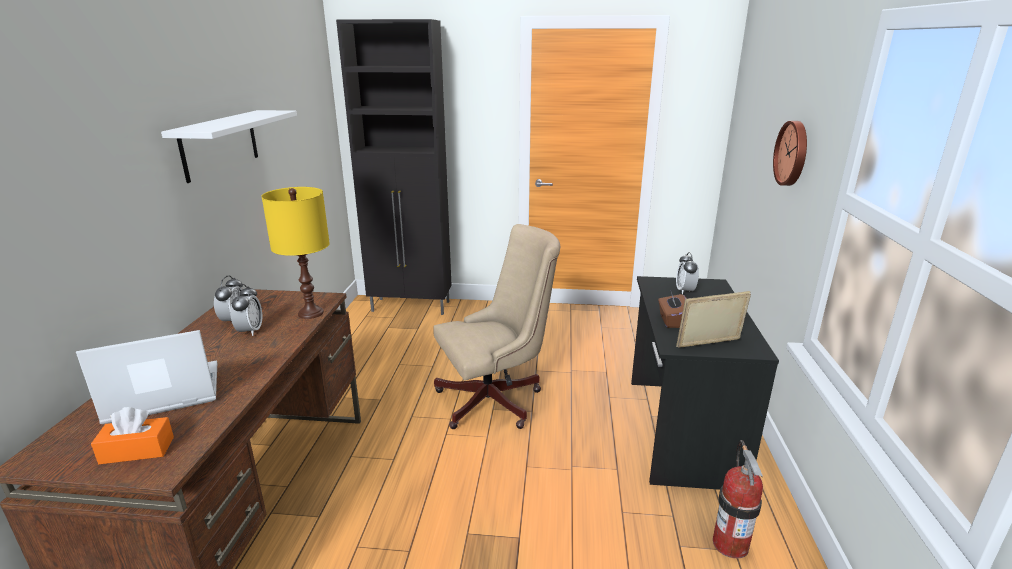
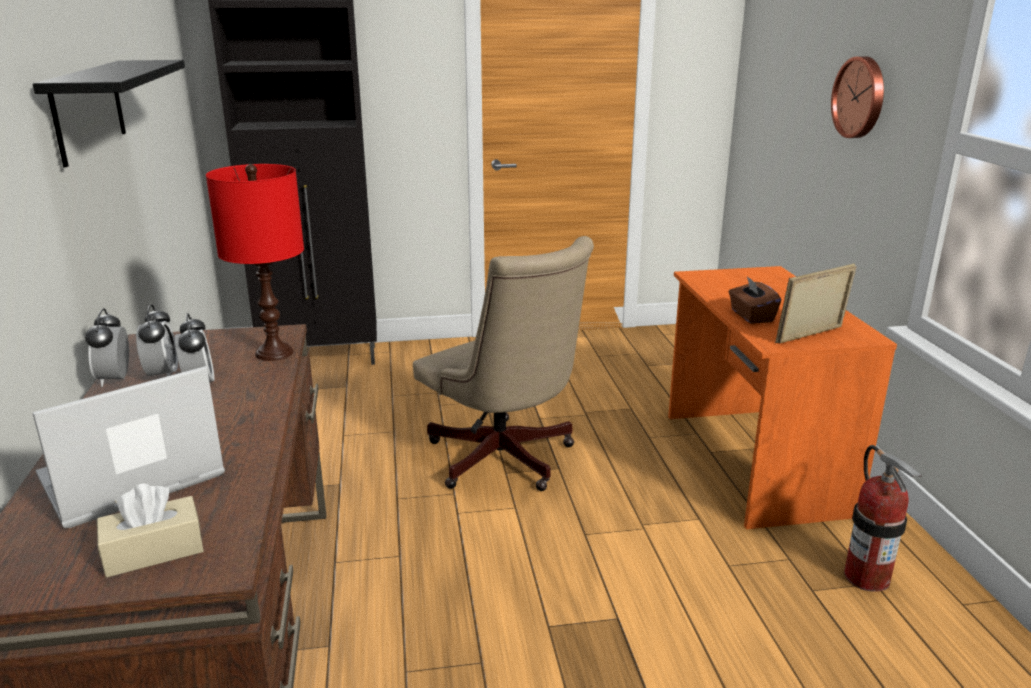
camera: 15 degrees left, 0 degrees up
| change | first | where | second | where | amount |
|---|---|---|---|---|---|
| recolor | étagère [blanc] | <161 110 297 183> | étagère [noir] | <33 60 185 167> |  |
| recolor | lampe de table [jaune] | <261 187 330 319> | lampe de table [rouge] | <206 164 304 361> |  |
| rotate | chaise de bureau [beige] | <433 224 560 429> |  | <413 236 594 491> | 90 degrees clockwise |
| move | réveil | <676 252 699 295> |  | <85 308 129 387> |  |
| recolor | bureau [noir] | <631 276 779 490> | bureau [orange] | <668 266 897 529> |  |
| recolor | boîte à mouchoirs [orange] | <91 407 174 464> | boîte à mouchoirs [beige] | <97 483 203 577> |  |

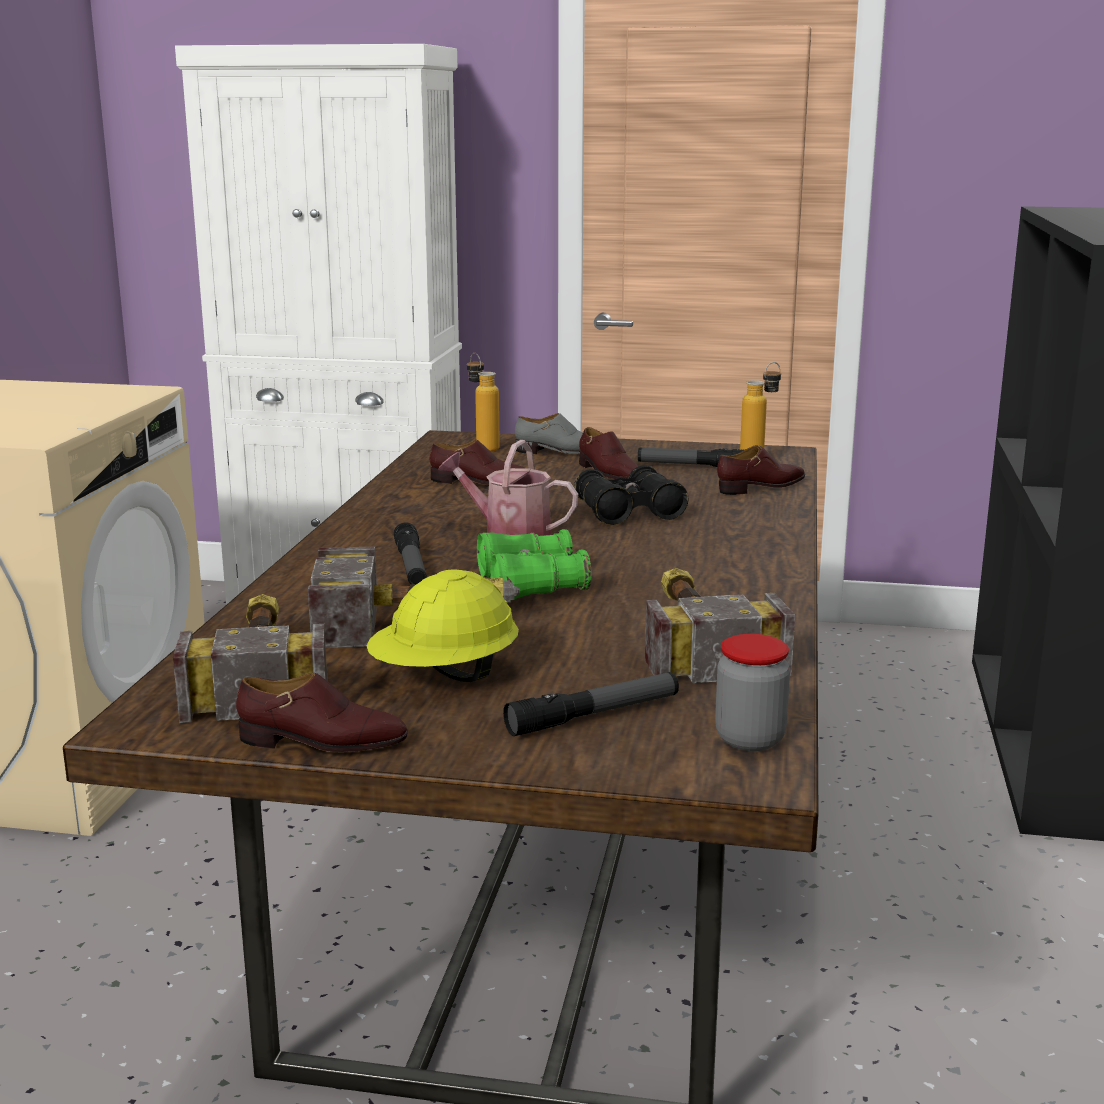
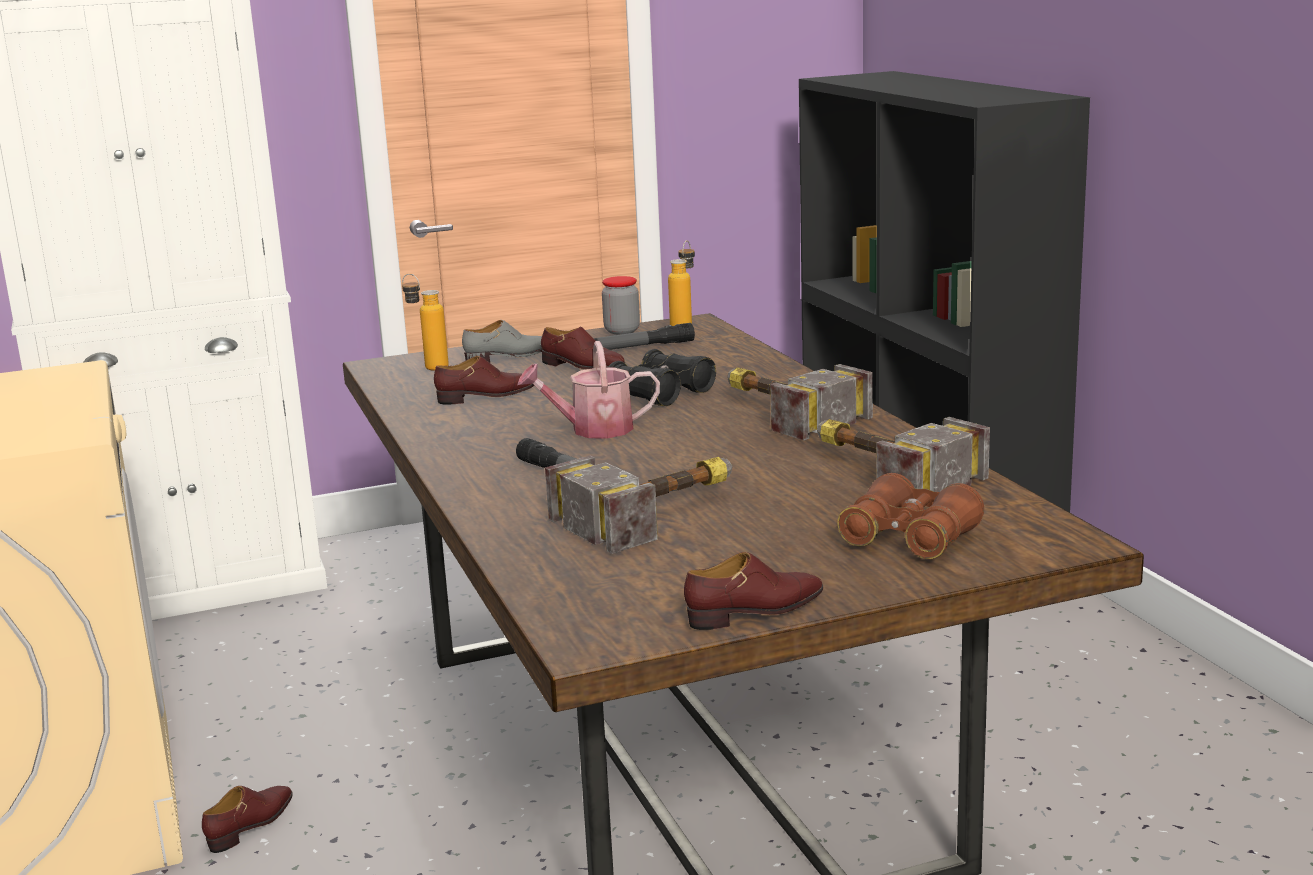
camera: 30 degrees left, 0 degrees up
| change | first | where | second | where | amount |
|---|---|---|---|---|---|
| move | chaussure [marron] | <717 445 805 495> |  | <202 786 292 853> |  |
| delete | jumelles [vert] | <477 529 592 599> |  |  |  |
| delete | casque de chantier [jaune] | <367 570 519 682> |  |  |  |
| move | marteau | <173 594 328 723> |  | <727 364 873 440> |  |
| move | bocal | <715 634 790 751> |  | <602 276 640 334> |  |
| replace | lampe de poche | <503 672 679 736> | jumelles [marron] | <837 473 984 559> |  |

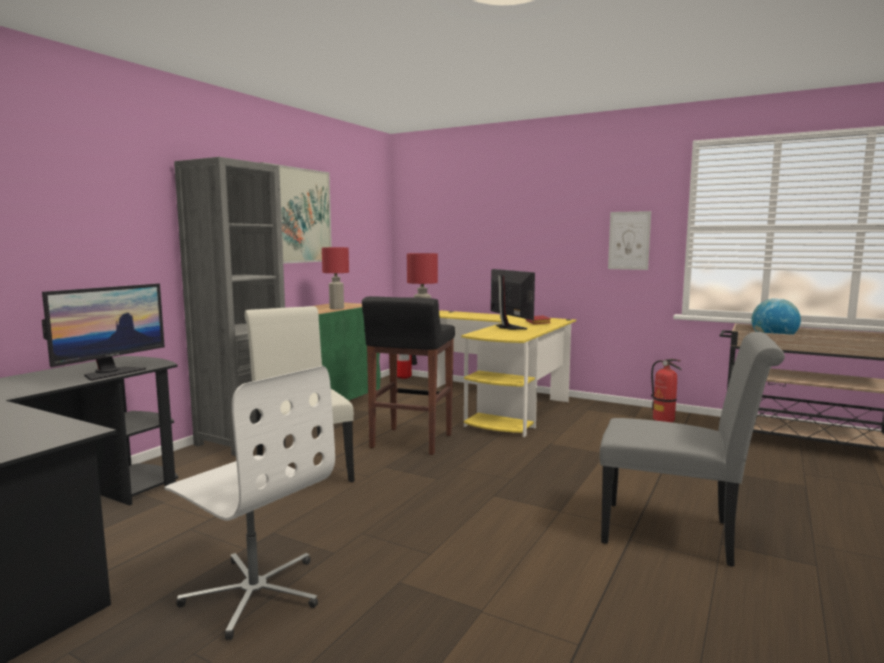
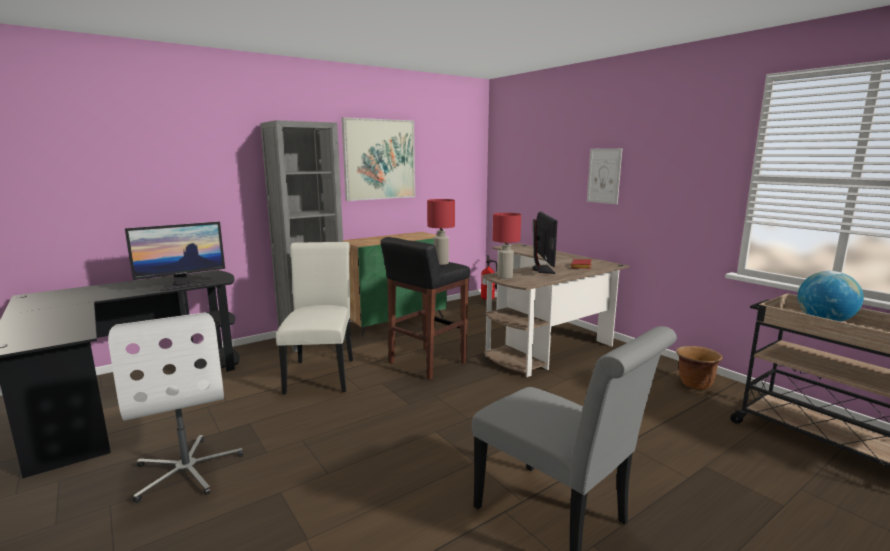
camera: 25 degrees right, 5 degrees up
| change | first | where | second | where | amount |
|---|---|---|---|---|---|
| move | tableau | <608 211 651 270> |  | <587 148 622 204> |  |
| move | lampe de table [rouge] | <322 247 349 309> |  | <493 213 521 279> |  |
| recolor | bureau [jaune] | <437 311 576 437> | bureau [marron] | <483 243 630 377> |  |
| replace | extincteur | <651 359 682 422> | cache-pot [marron] | <676 346 723 390> |  |

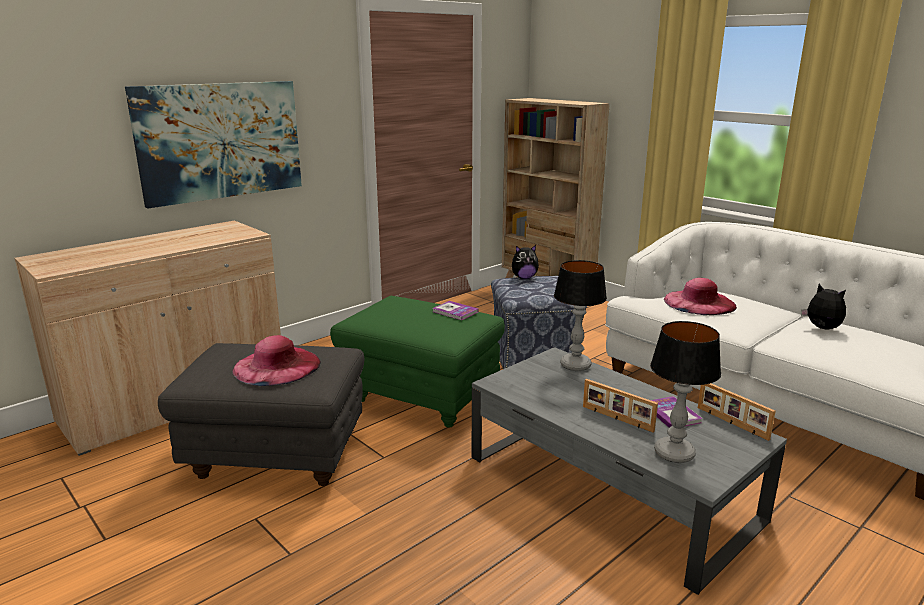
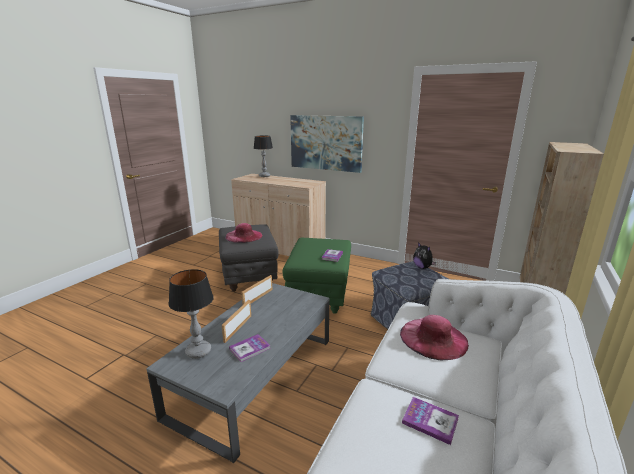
camera: 70 degrees right, 0 degrees up
| change | first | where | second | where | amount |
|---|---|---|---|---|---|
| move | lampe de table | <554 260 607 371> |  | <254 136 273 177> |  |
| replace | peluche | <801 284 846 329> | livre | <402 397 459 445> |  |
| move | cadre photo | <698 383 776 441> |  | <241 275 273 305> |  |

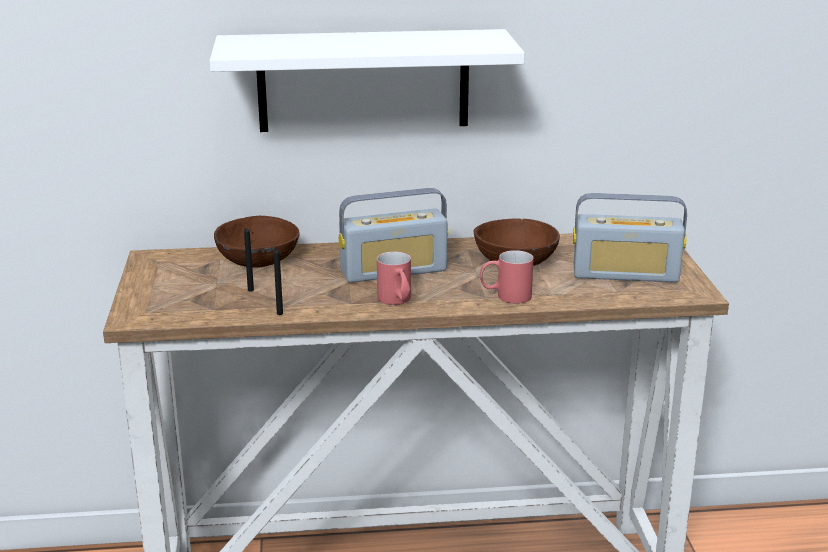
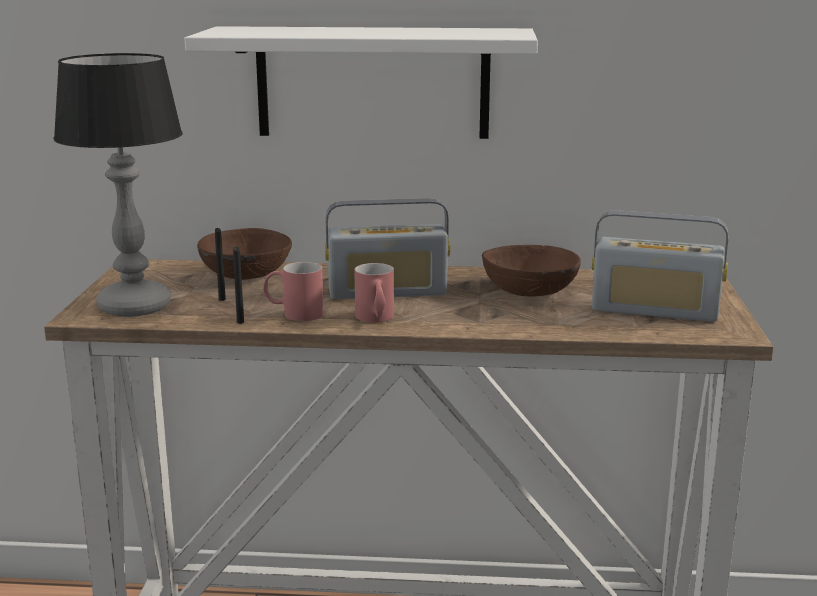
camera: 10 degrees right, 5 degrees down
| change | first | where | second | where | amount |
|---|---|---|---|---|---|
| move | mug [rouge] | <480 250 534 304> |  | <263 262 324 321> |  |
| insert |  |  | lampe de table | <54 53 183 317> |  |

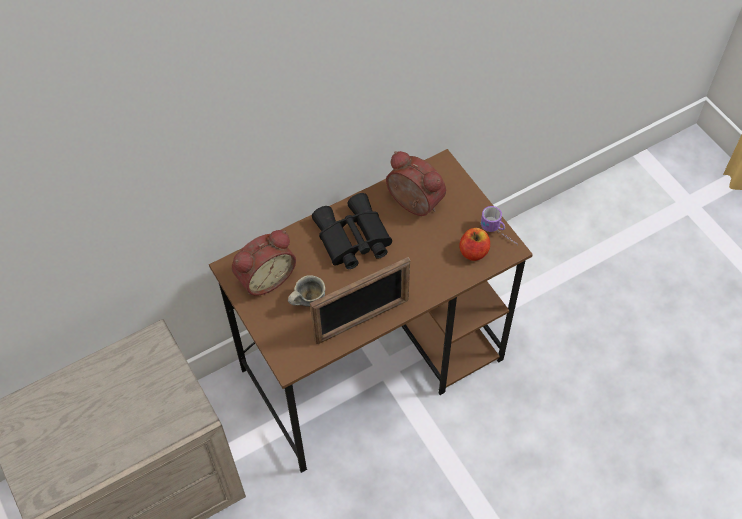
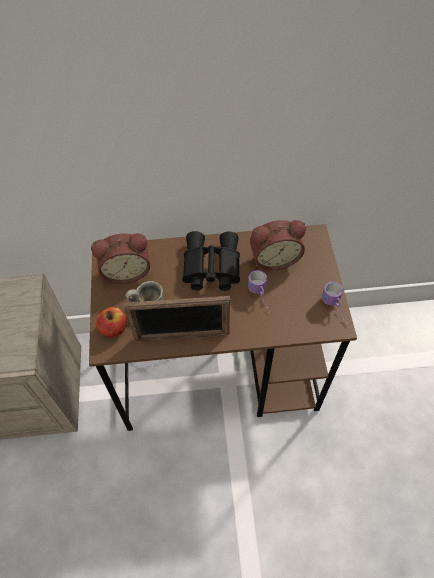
camera: 25 degrees right, 0 degrees up
| change | first | where | second | where | amount |
|---|---|---|---|---|---|
| rotate | réveil | <386 151 446 216> |  | <250 220 306 270> | 105 degrees clockwise |
| move | pomme | <459 228 490 261> |  | <96 307 127 337> |  |
| insert |  |  | mug | <248 270 270 313> |  |

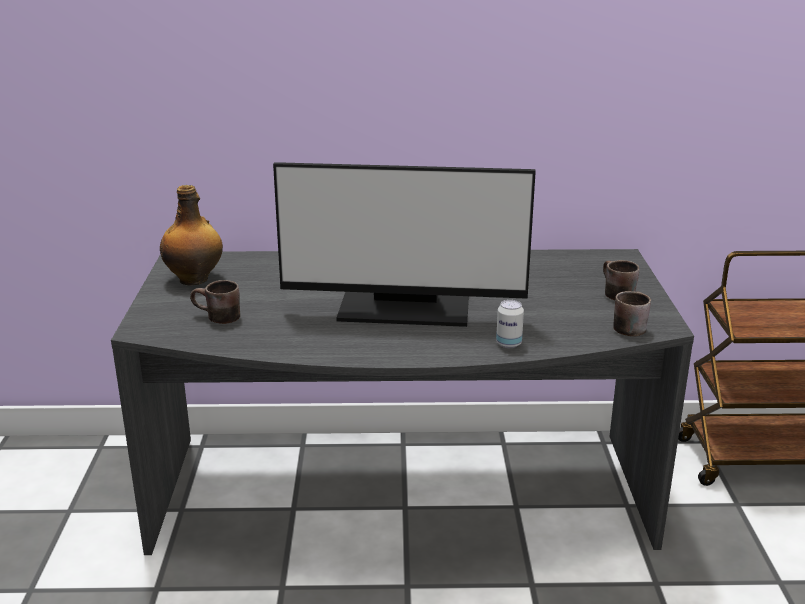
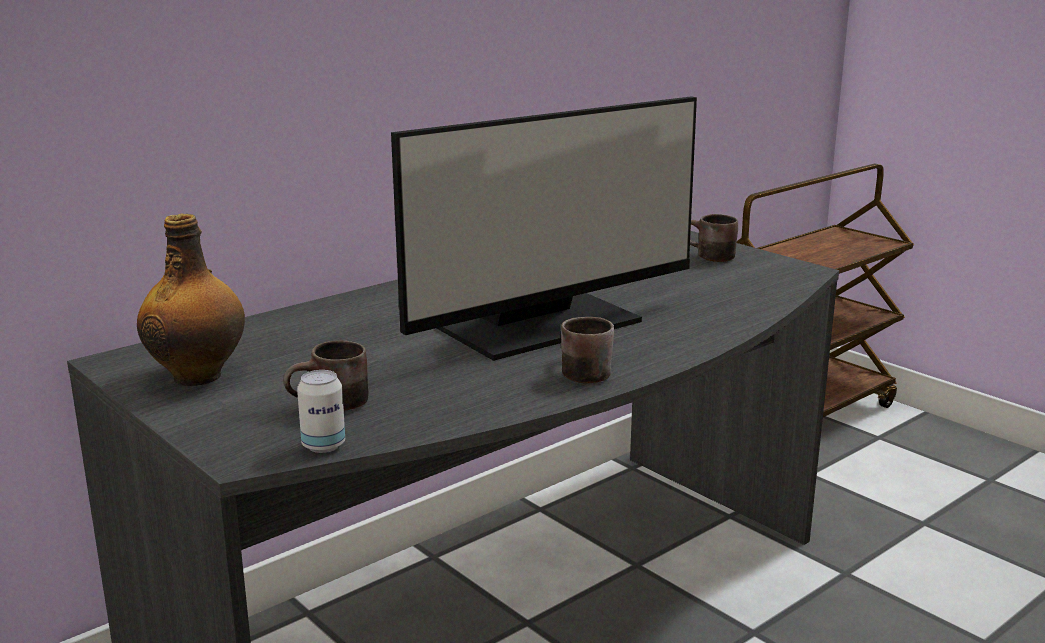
camera: 40 degrees left, 5 degrees down
| change | first | where | second | where | amount |
|---|---|---|---|---|---|
| move | mug [marron] | <613 291 651 336> |  | <561 317 614 383> |  |
| move | boîte métallique | <496 300 524 348> |  | <297 370 345 453> |  |

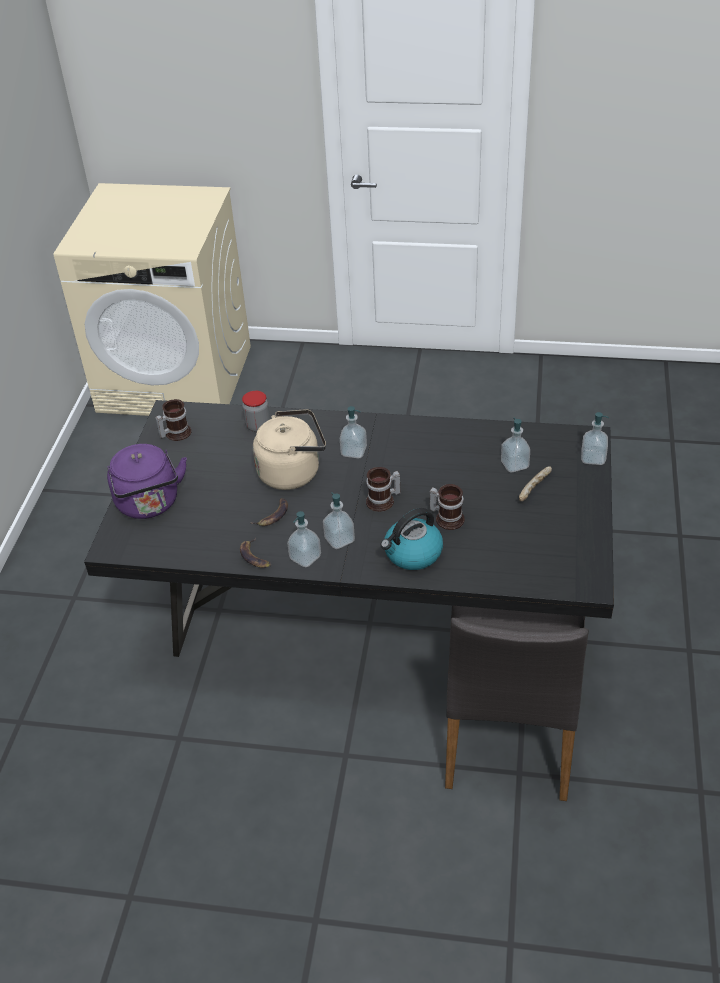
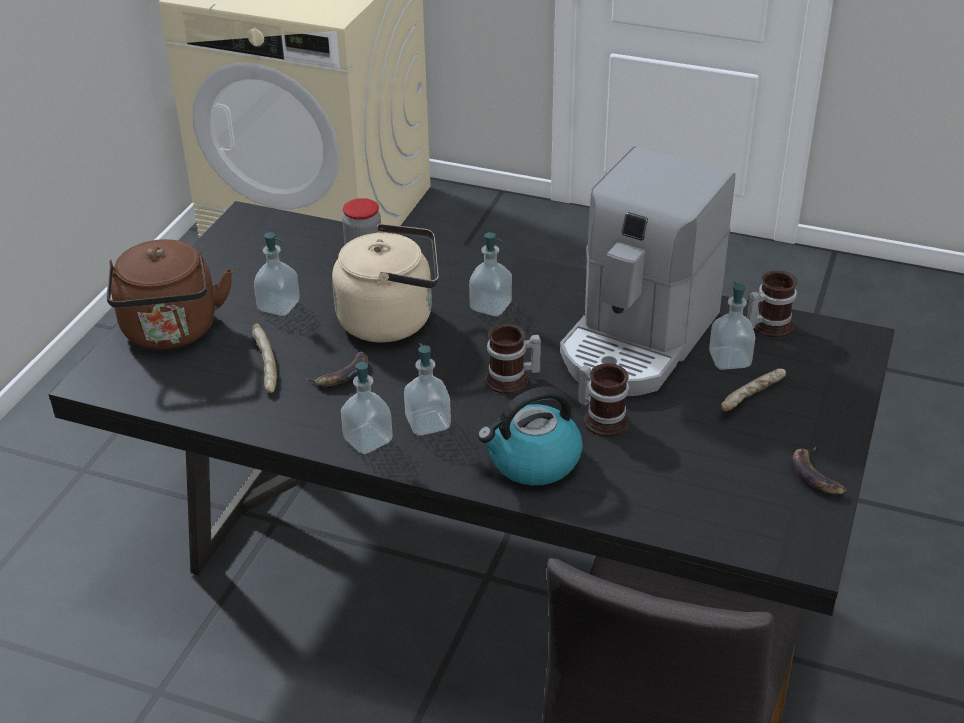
camera: 10 degrees right, 5 degrees down
| change | first | where | second | where | amount |
|---|---|---|---|---|---|
| move | mug | <155 399 192 441> |  | <747 271 798 338> |  |
| move | distributeur de savon | <581 412 609 465> |  | <254 232 300 316> |  |
| recolor | bouilloire [violet] | <107 444 187 519> | bouilloire [marron] | <107 239 233 350> |  |
| move | banane | <240 538 271 568> |  | <793 447 847 495> |  |
| insert |  |  | machine à café | <560 147 735 396> |  |
| insert |  |  | pain | <251 323 277 393> |  |

